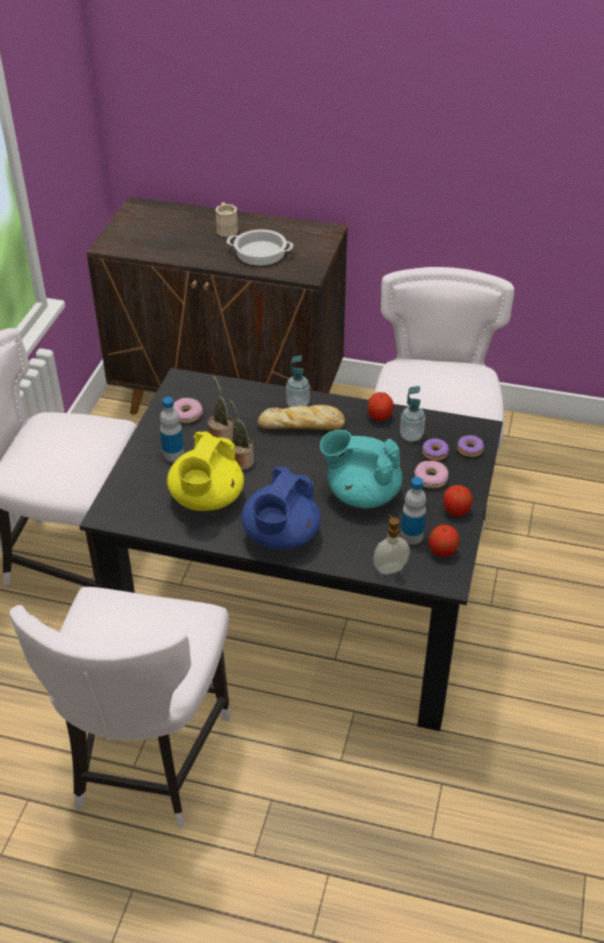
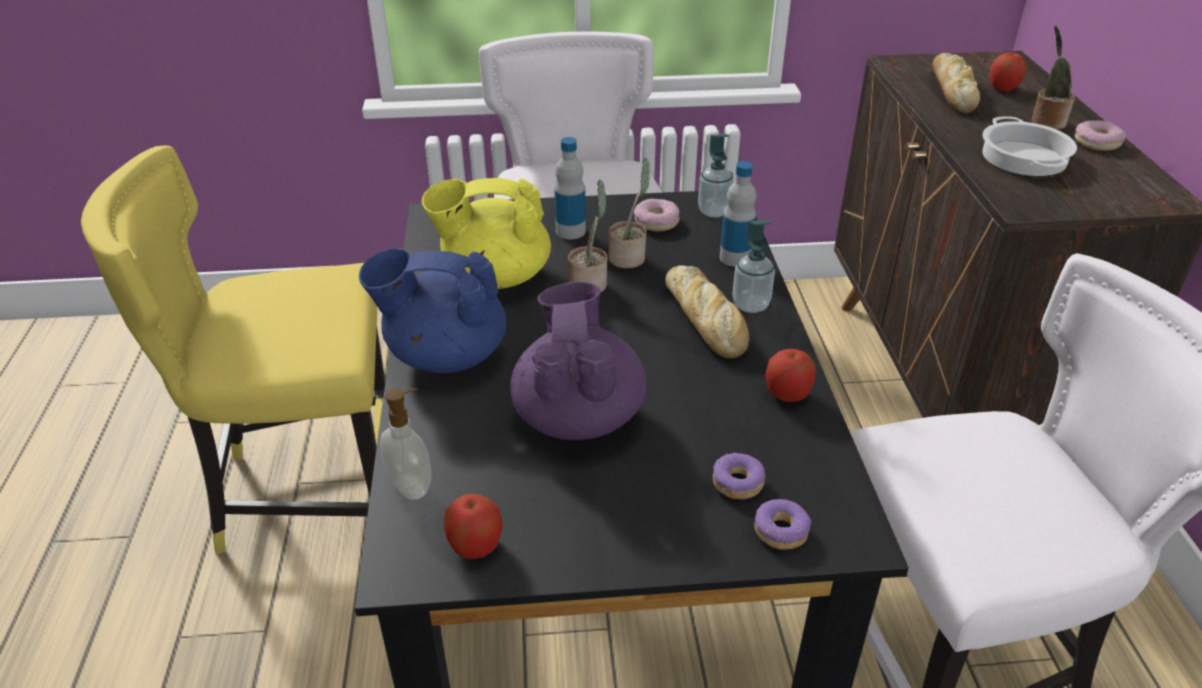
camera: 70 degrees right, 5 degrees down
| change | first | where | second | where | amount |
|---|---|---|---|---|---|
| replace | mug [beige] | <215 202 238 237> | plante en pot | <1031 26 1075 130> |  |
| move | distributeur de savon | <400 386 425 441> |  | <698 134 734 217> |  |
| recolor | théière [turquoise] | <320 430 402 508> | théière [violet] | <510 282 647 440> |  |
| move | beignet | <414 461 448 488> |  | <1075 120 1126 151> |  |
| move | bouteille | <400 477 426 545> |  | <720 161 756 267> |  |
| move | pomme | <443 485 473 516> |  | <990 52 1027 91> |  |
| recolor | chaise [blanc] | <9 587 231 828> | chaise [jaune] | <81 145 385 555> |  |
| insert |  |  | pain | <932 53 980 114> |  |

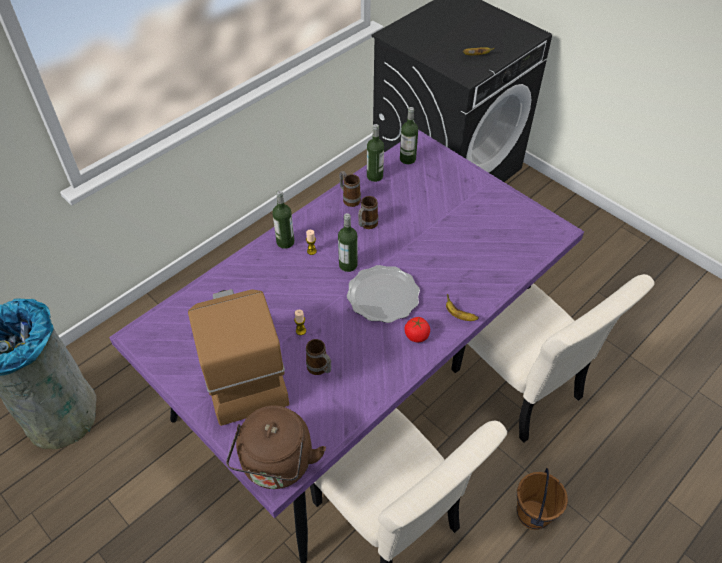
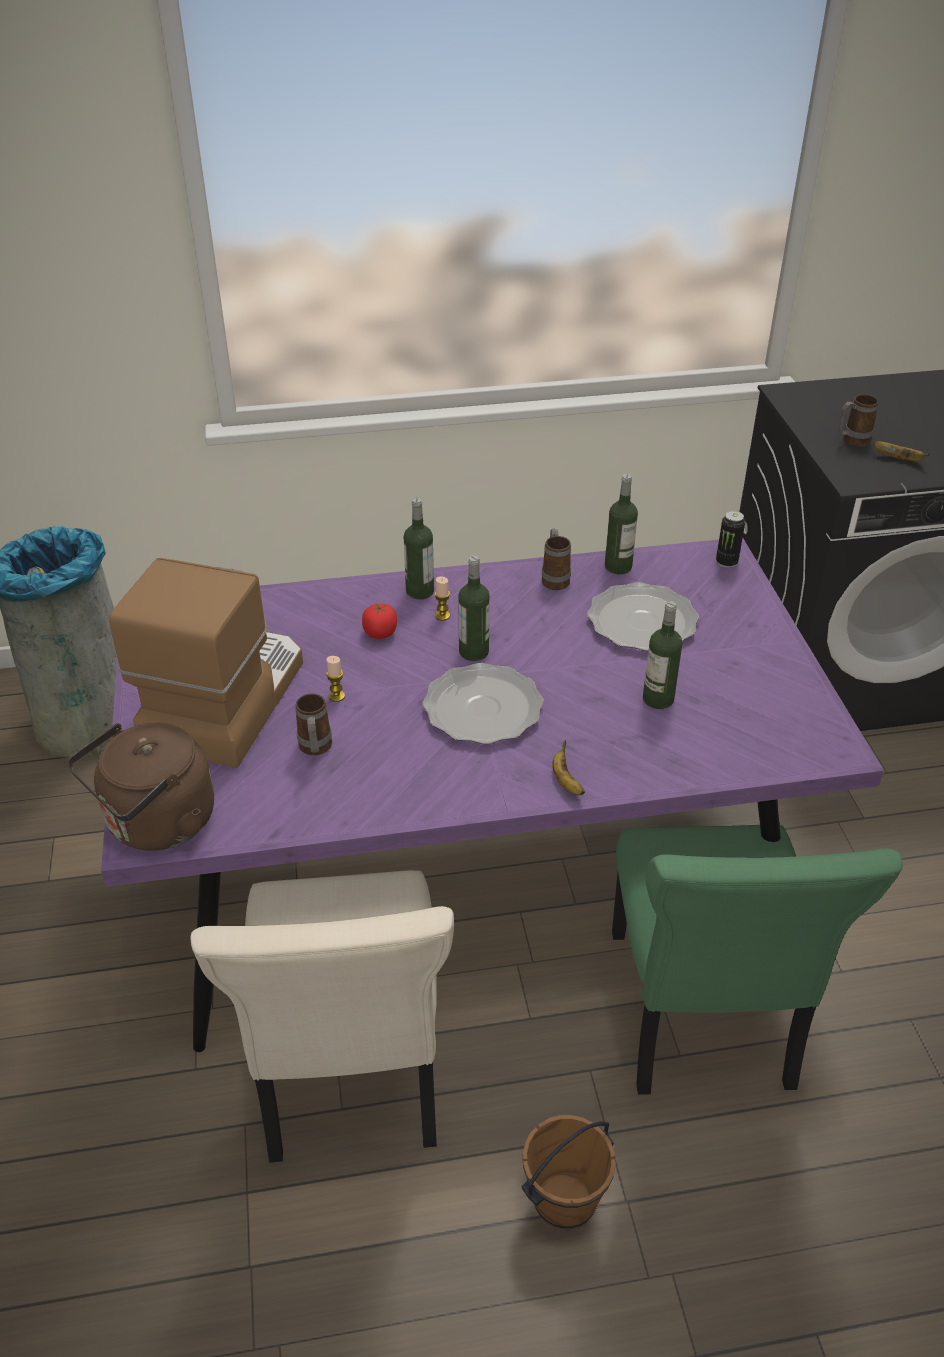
camera: 35 degrees right, 10 degrees down
| change | first | where | second | where | amount |
|---|---|---|---|---|---|
| move | bouteille | <400 107 418 164> |  | <643 601 683 709> |  |
| move | mug | <358 196 378 229> |  | <839 394 879 447> |  |
| recolor | chaise [beige] | <451 274 655 443> | chaise [vert] | <612 825 902 1095> |  |
| move | tomate | <405 317 430 342> |  | <362 603 397 639> |  |
| insert |  |  | boîte métallique | <716 511 745 568> |  |
| insert |  |  | assiette | <587 582 699 651> |  |

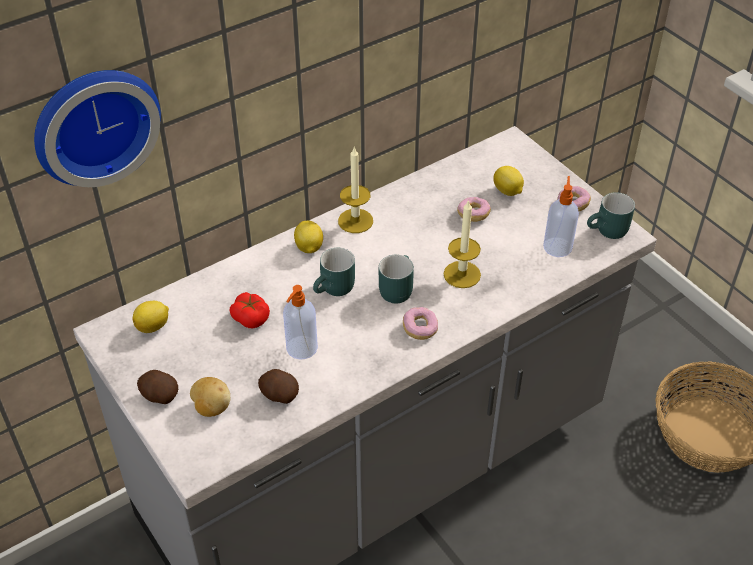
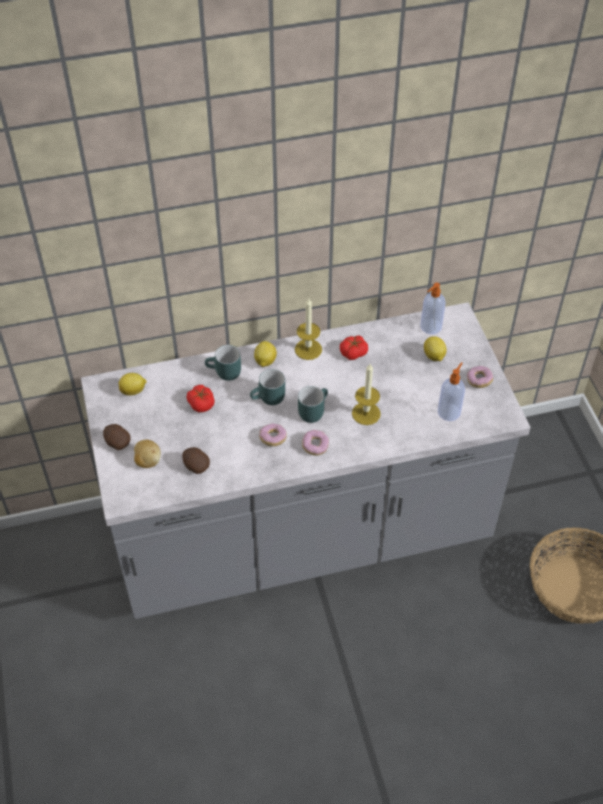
camera: 20 degrees right, 5 degrees up
| change | first | where | second | where | amount |
|---|---|---|---|---|---|
| delete | horloge murale | <34 70 161 187> |  |  |  |
| move | mug [turquoise] | <587 192 635 239> |  | <205 345 241 381> |  |
| move | beignet | <457 197 491 222> |  | <259 423 287 446> |  |
| move | distributeur de savon | <283 285 318 360> |  | <420 283 446 334> |  |
| insert |  |  | tomate | <340 336 368 360> |  |

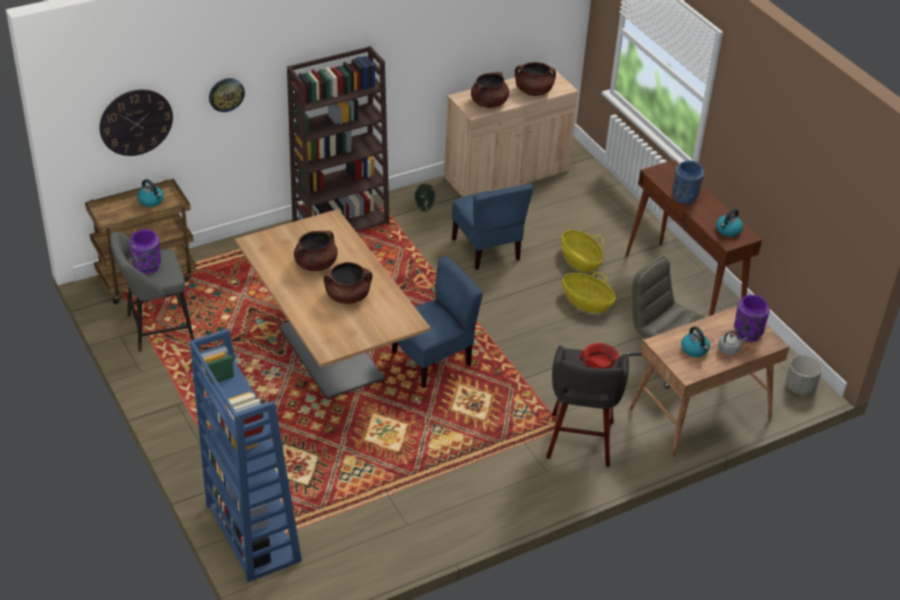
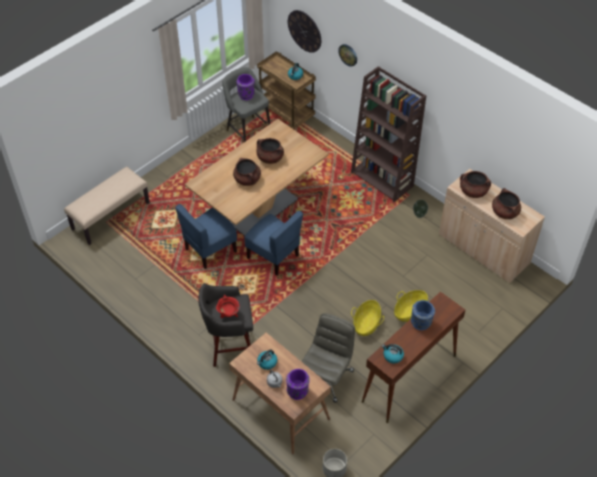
camera: 75 degrees right, 10 degrees up
| change | first | where | second | where | amount |
|---|---|---|---|---|---|
| move | chaise [bleu] | <452 183 534 270> |  | <175 204 237 269> |  |
| replace | bibliothèque [bleu] | <190 329 302 582> | banc [beige] | <64 167 150 245> |  |

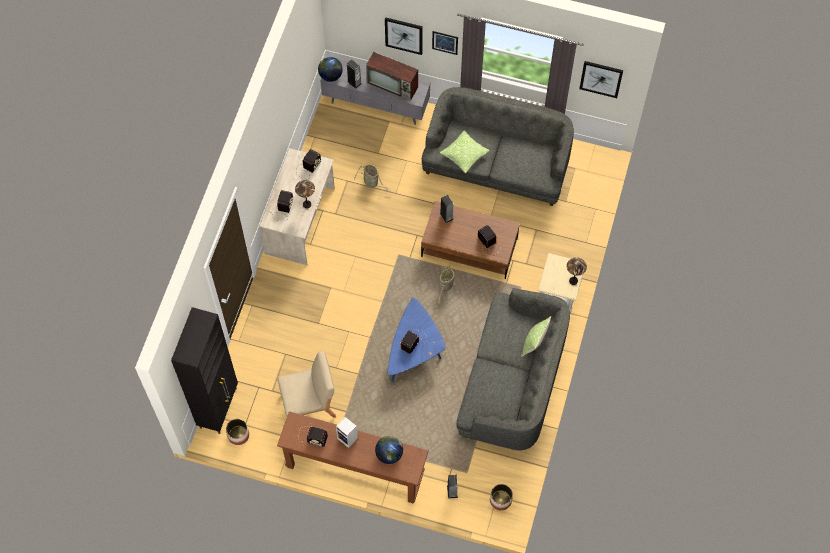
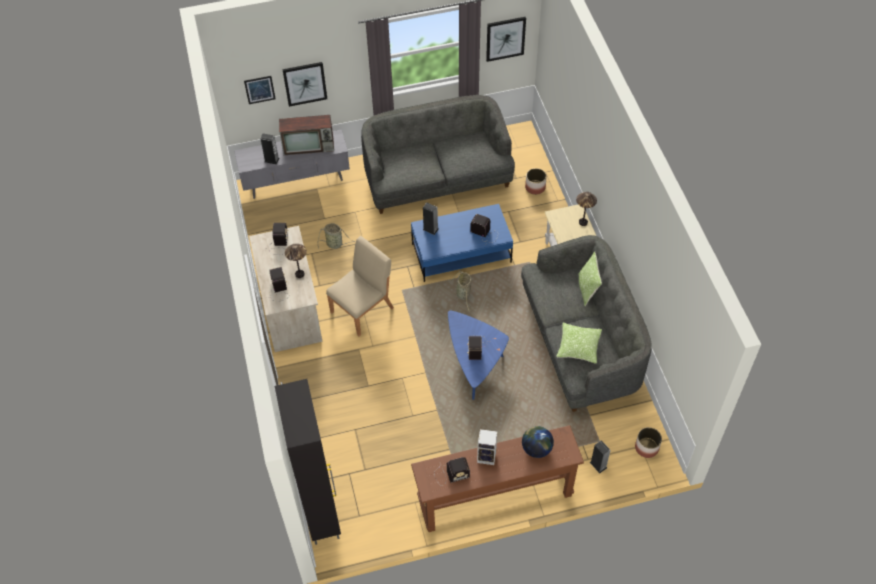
camera: 30 degrees left, 10 degrees down
| change | first | where | second | where | amount |
|---|---|---|---|---|---|
| move | tableau | <432 31 458 55> |  | <244 76 276 104> |  |
| delete | globe | <318 57 343 82> |  |  |  |
| move | coussin | <440 130 489 173> |  | <556 323 602 364> |  |
| recolor | table basse [marron] | <421 201 520 279> | table basse [bleu] | <411 204 513 282> |  |
| move | chaise [beige] | <278 351 336 418> |  | <326 236 394 337> |  |
| move | cache-pot | <226 419 249 445> |  | <525 168 547 195> |  |

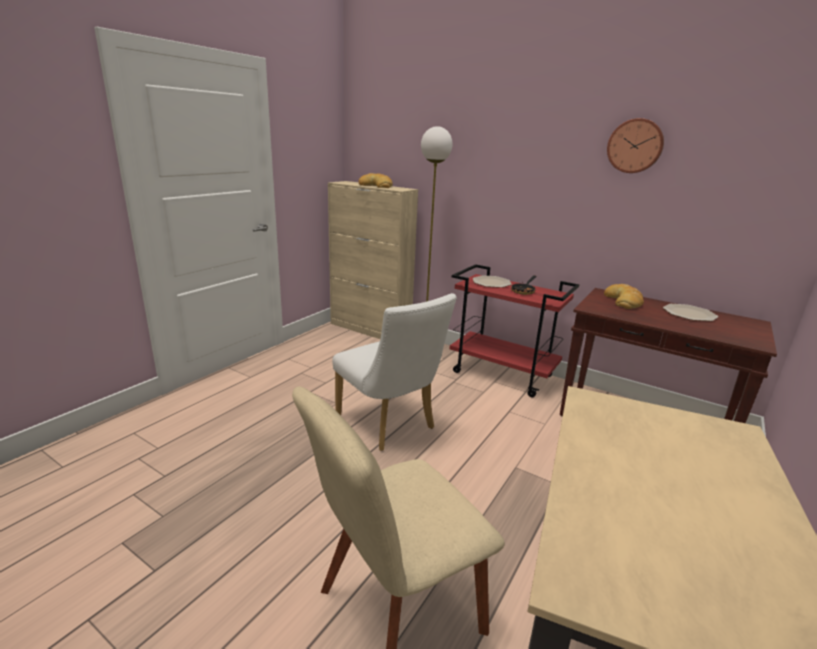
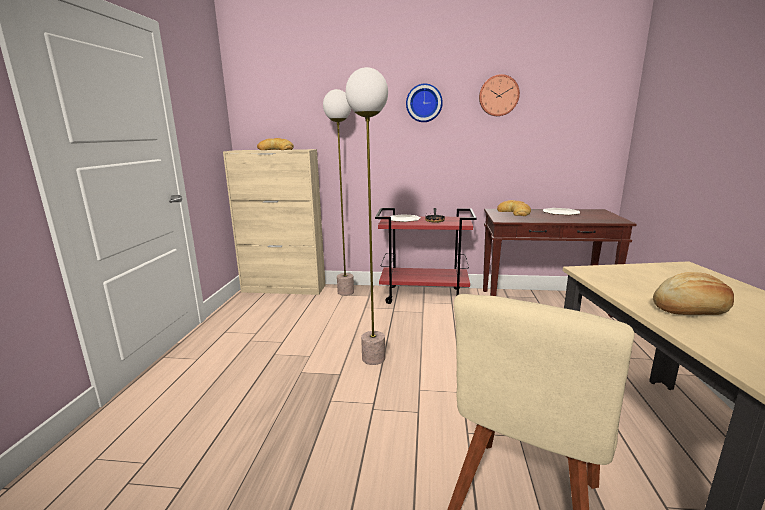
camera: 25 degrees left, 5 degrees down
| change | first | where | second | where | amount |
|---|---|---|---|---|---|
| replace | chaise [blanc] | <332 293 457 451> | lampadaire | <346 67 388 365> |  |
| insert |  |  | horloge murale | <406 84 443 122> |  |
| insert |  |  | pain | <653 272 734 315> |  |

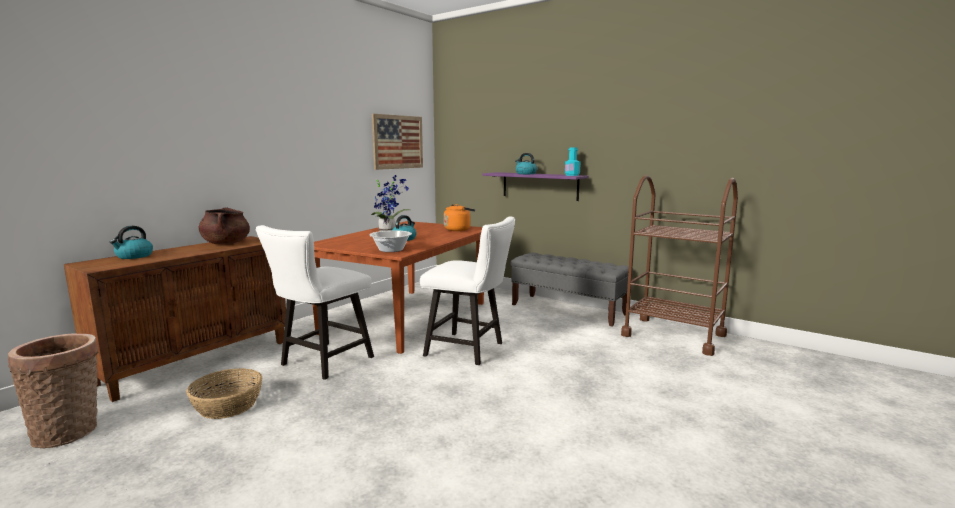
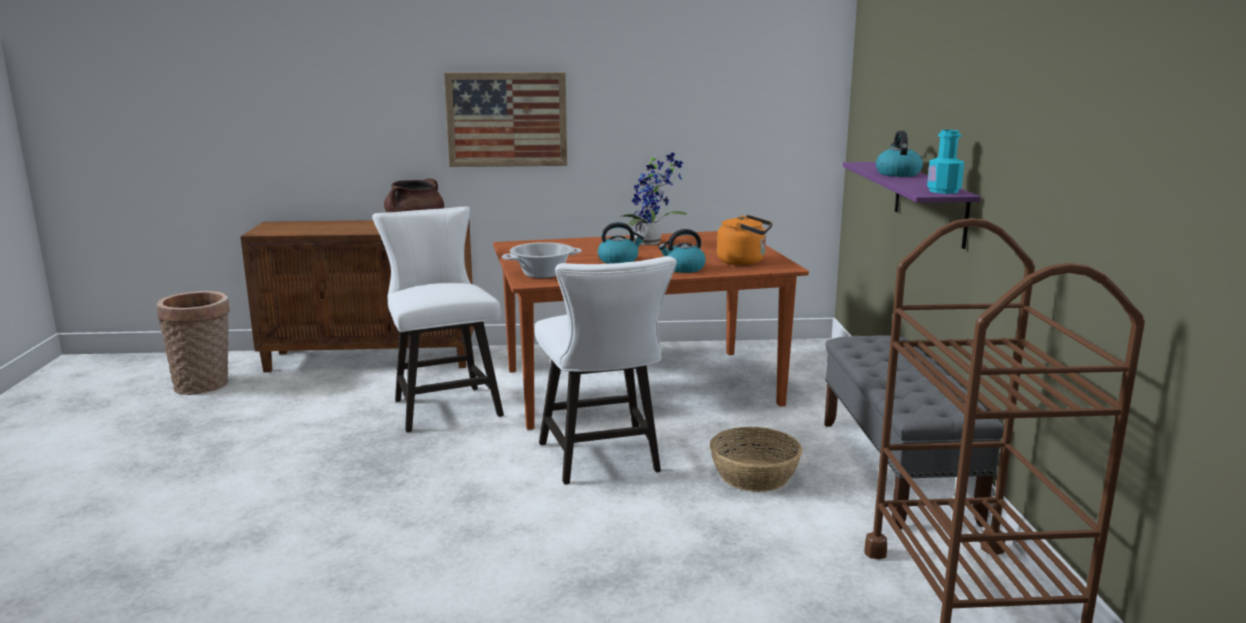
camera: 50 degrees right, 5 degrees up
| change | first | where | second | where | amount |
|---|---|---|---|---|---|
| move | tableau | <372 114 423 170> |  | <444 72 567 167> |  |
| rotate | chaise [blanc] | <256 225 374 380> |  | <372 206 504 432> | 75 degrees clockwise |
| move | bouilloire | <110 226 153 259> |  | <659 229 706 273> |  |
| move | panier | <186 368 263 419> |  | <710 427 803 492> |  |

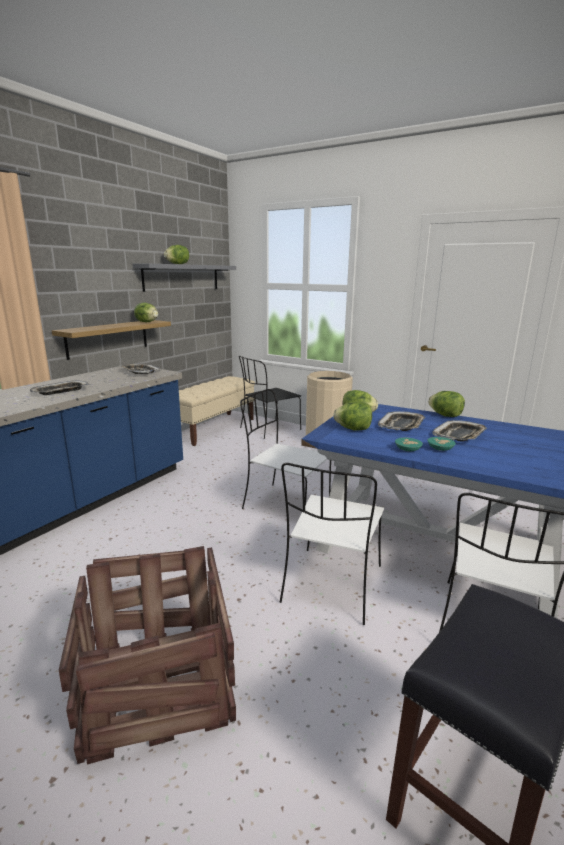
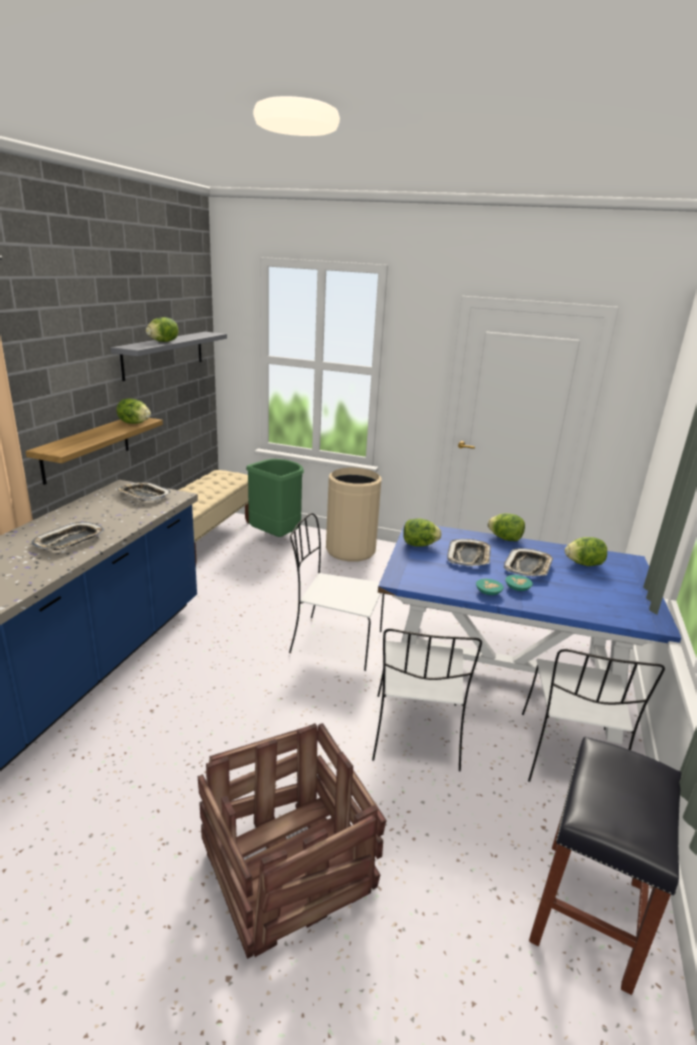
camera: 15 degrees left, 5 degrees up
| change | first | where | second | where | amount |
|---|---|---|---|---|---|
| replace | chaise [noir] | <239 356 301 439> | poubelle [vert] | <246 459 304 537> |  |
| move | laitue | <333 402 372 431> |  | <565 537 607 566> |  |

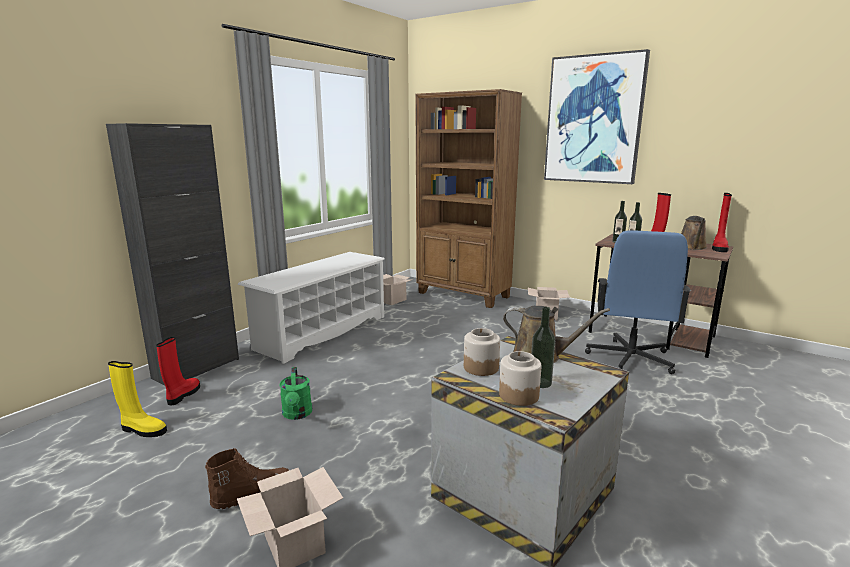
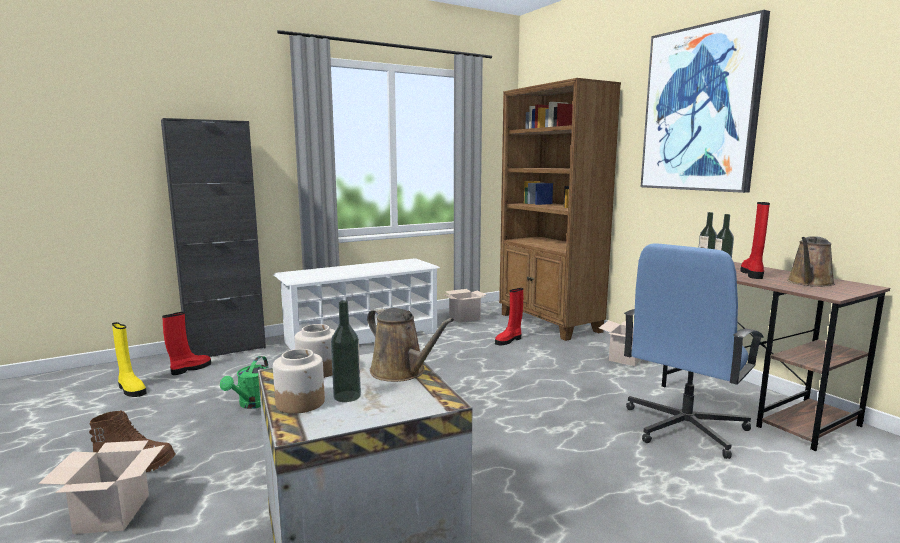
camera: 25 degrees right, 5 degrees down
| change | first | where | second | where | amount |
|---|---|---|---|---|---|
| move | botte [rouge] | <712 193 732 252> |  | <495 288 523 345> |  |

